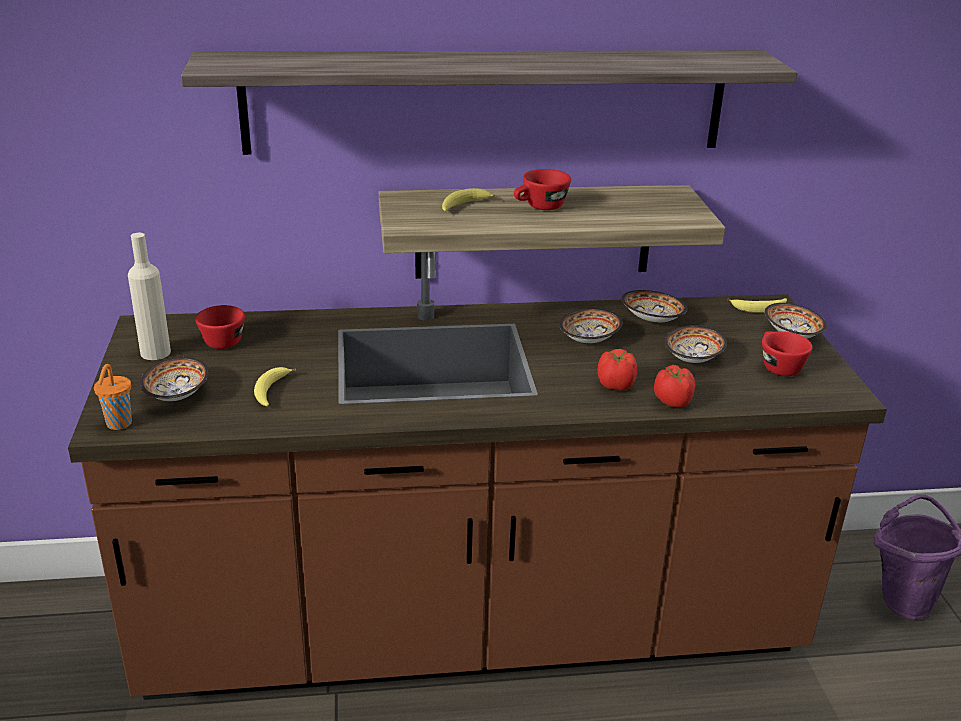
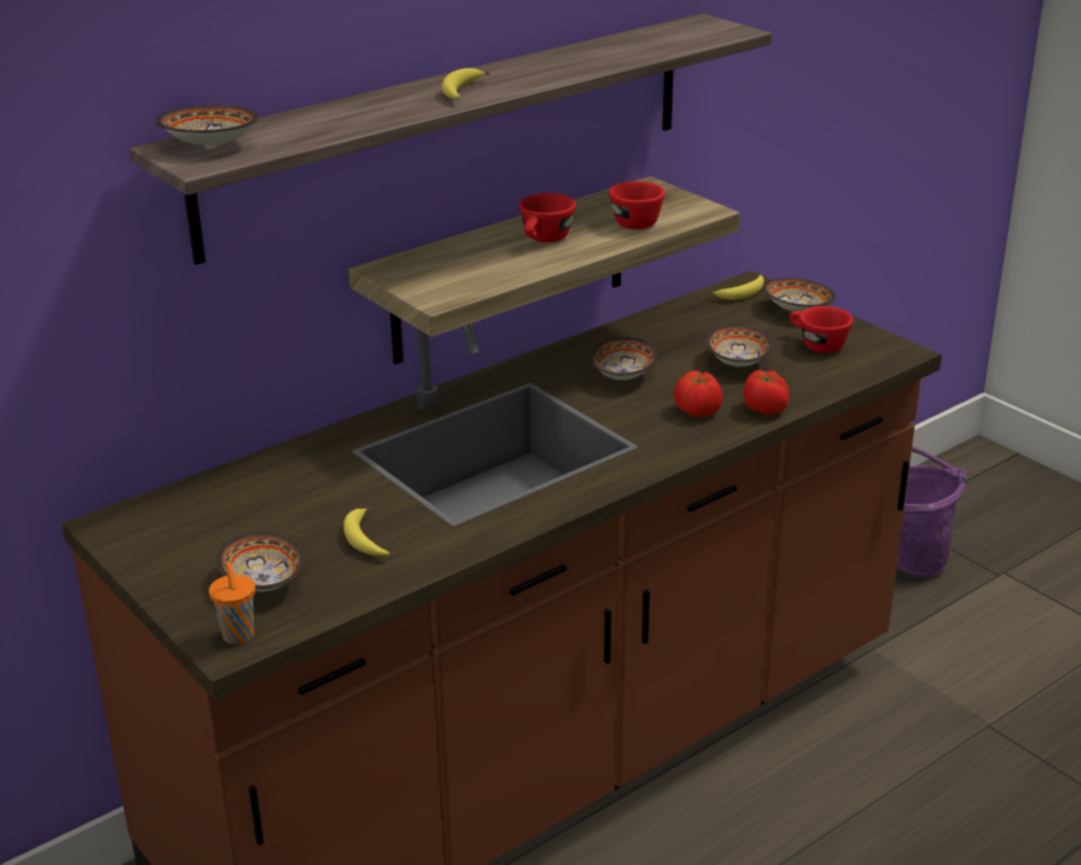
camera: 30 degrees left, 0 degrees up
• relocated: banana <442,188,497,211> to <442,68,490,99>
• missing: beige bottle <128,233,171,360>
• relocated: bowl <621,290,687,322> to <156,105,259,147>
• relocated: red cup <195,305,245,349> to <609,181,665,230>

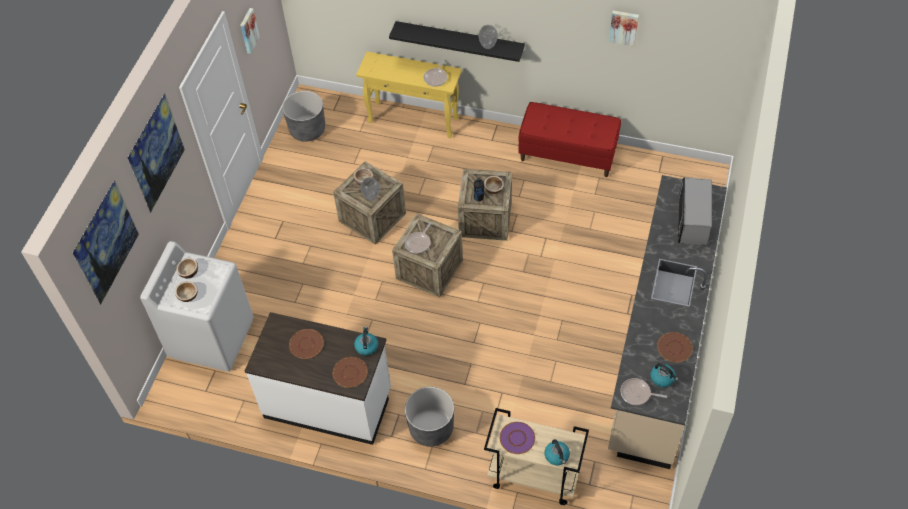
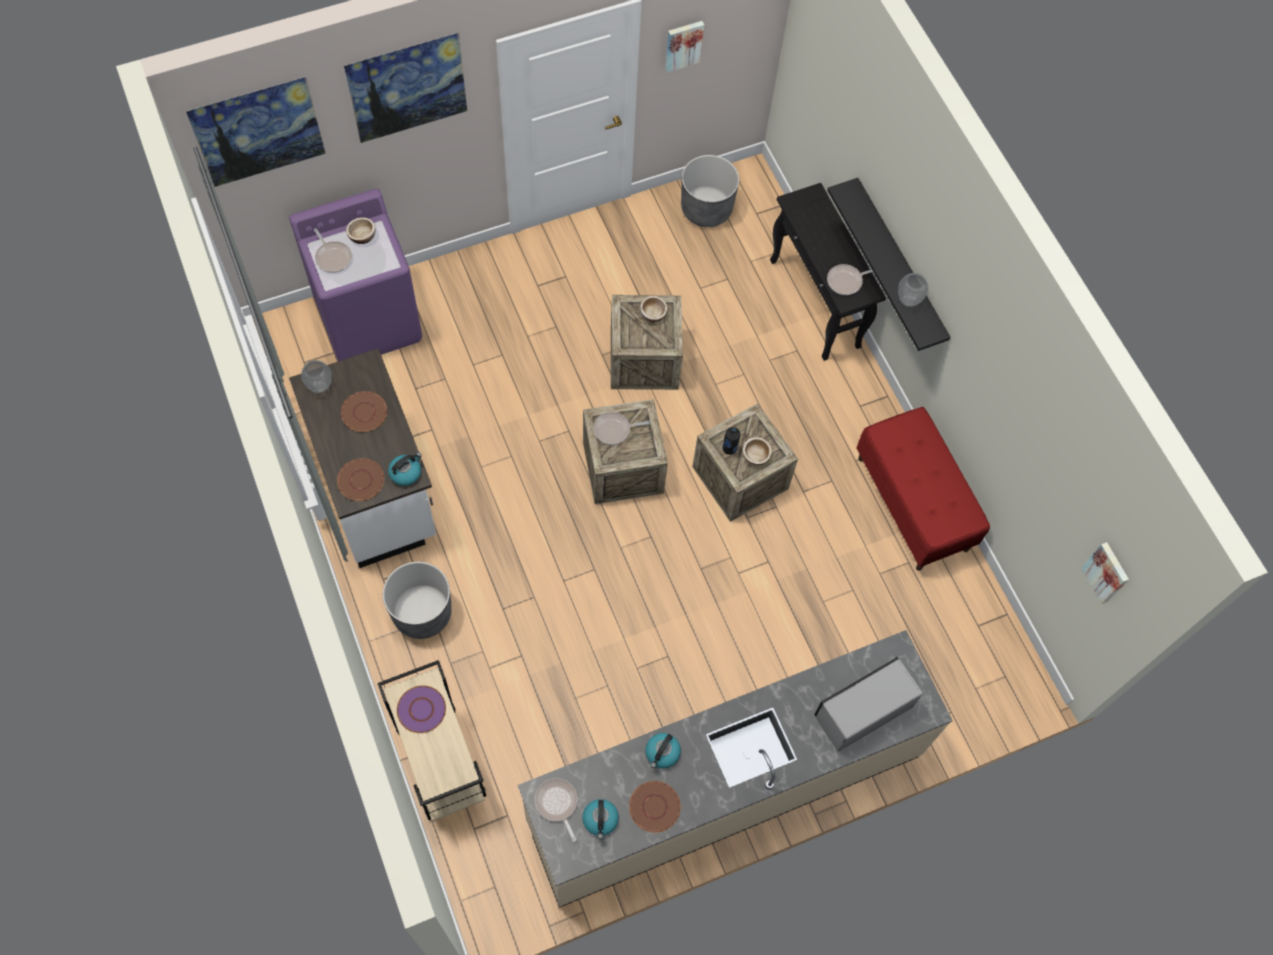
camera: 45 degrees right, 10 degrees up
• relocated: picture <609,11,639,46> to <1081,542,1129,604>
• colour: yellow console table <356,52,462,138> to black console table <770,183,886,361>
• relocated: vase <360,177,380,200> to <301,360,332,393>
• colour: white washing machine <140,241,254,372> to purple washing machine <289,189,422,361>
• exchanged: bowl <175,281,198,302> to frying pan <314,228,352,273>
• relocated: kettle <545,439,570,465> to <645,733,681,769>

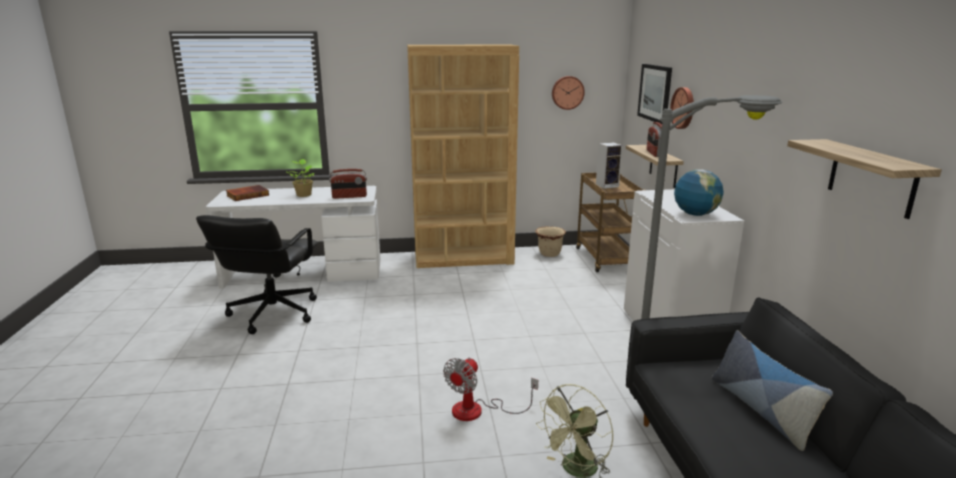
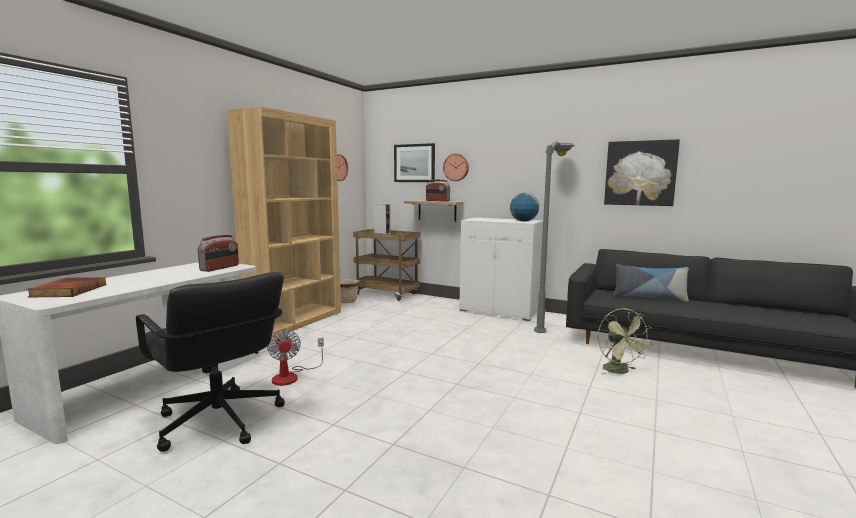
camera: 55 degrees left, 10 degrees down
• exchanged: shelf <787,139,942,219> to picture <604,139,680,206>
• missing: potted plant <287,159,314,197>
• relocated: fan <443,357,538,421> to <267,330,324,386>

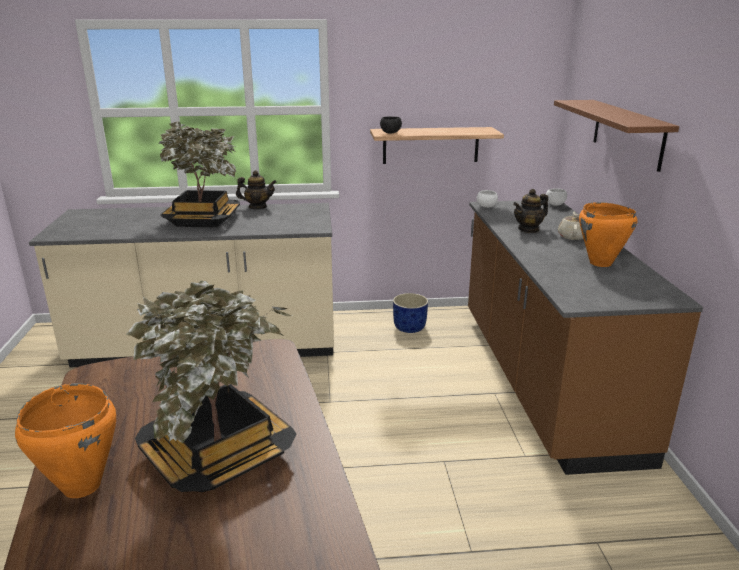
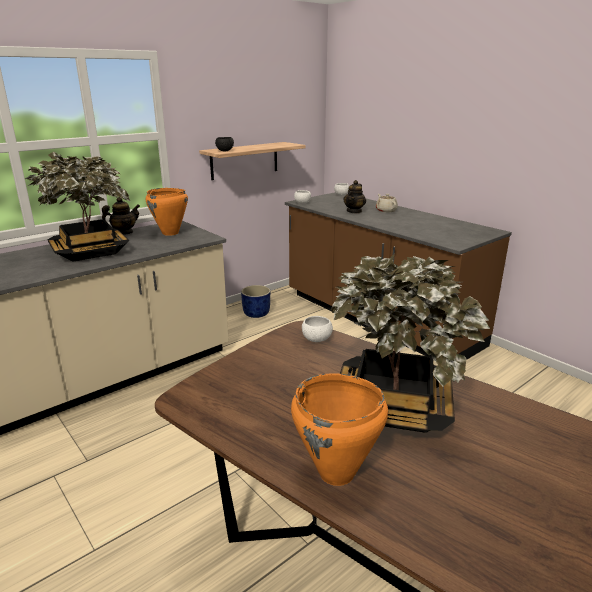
camera: 35 degrees left, 0 degrees up
• missing: brown shelf <554,100,679,172>
• relocated: orange cooking pot <579,202,637,267> to <146,188,188,236>
• appeared: white bowl <302,316,333,342>

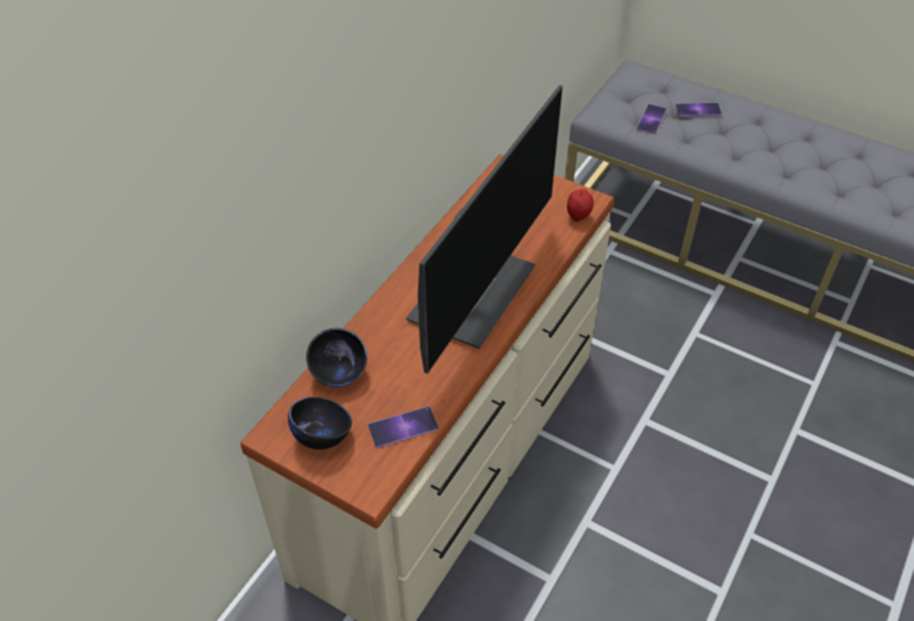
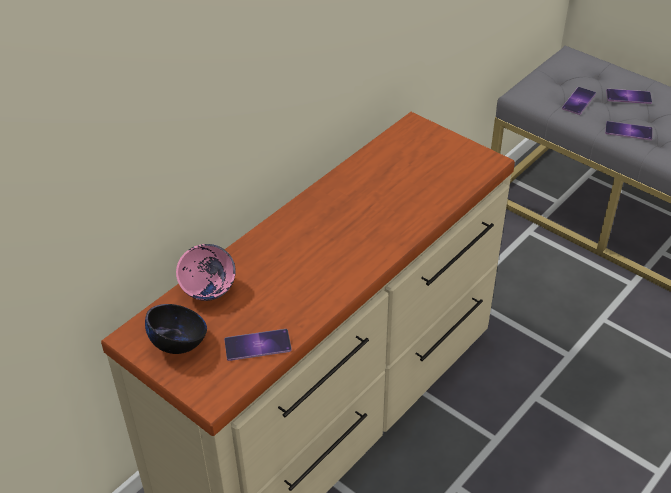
camera: 10 degrees right, 5 degrees down
• missing: monitor <406,85,563,374>
• missing: apple <567,189,594,222>
• colour: black bowl <306,328,368,387> to pink bowl <176,244,236,301>
• appeared: phone <605,121,653,140>

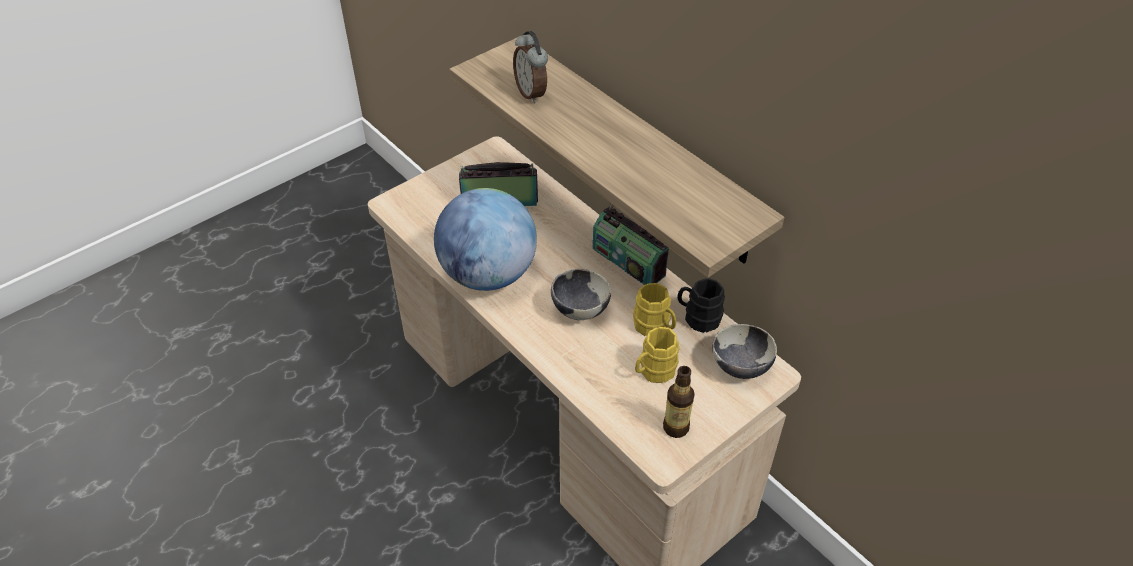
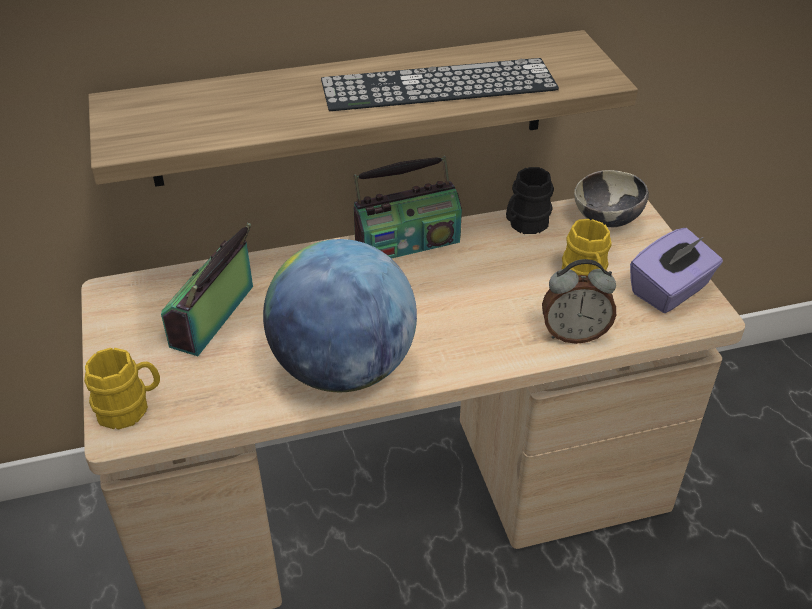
camera: 65 degrees left, 5 degrees down
• relocated: alarm clock <513,31,548,103> to <542,259,616,344>
• missing: bowl <551,269,611,320>
• relocated: yellow mug <633,283,676,336> to <84,348,160,430>
• exchanged: bottle <663,366,695,438> to purple tissue box <630,228,723,313>
• appeared: keyboard <321,58,559,111>

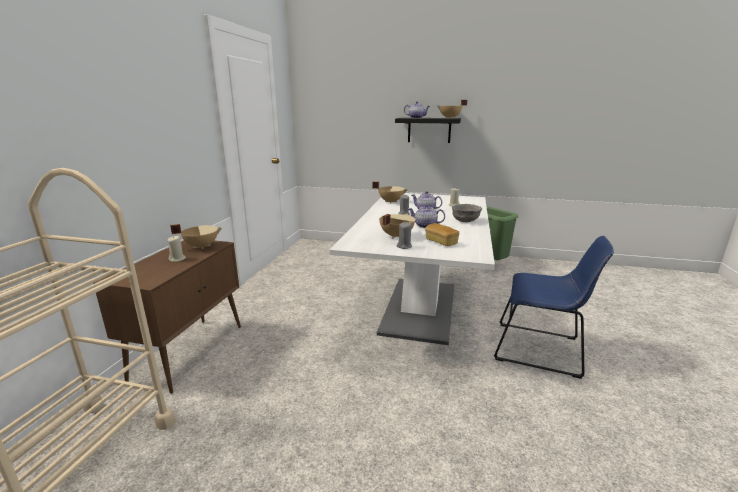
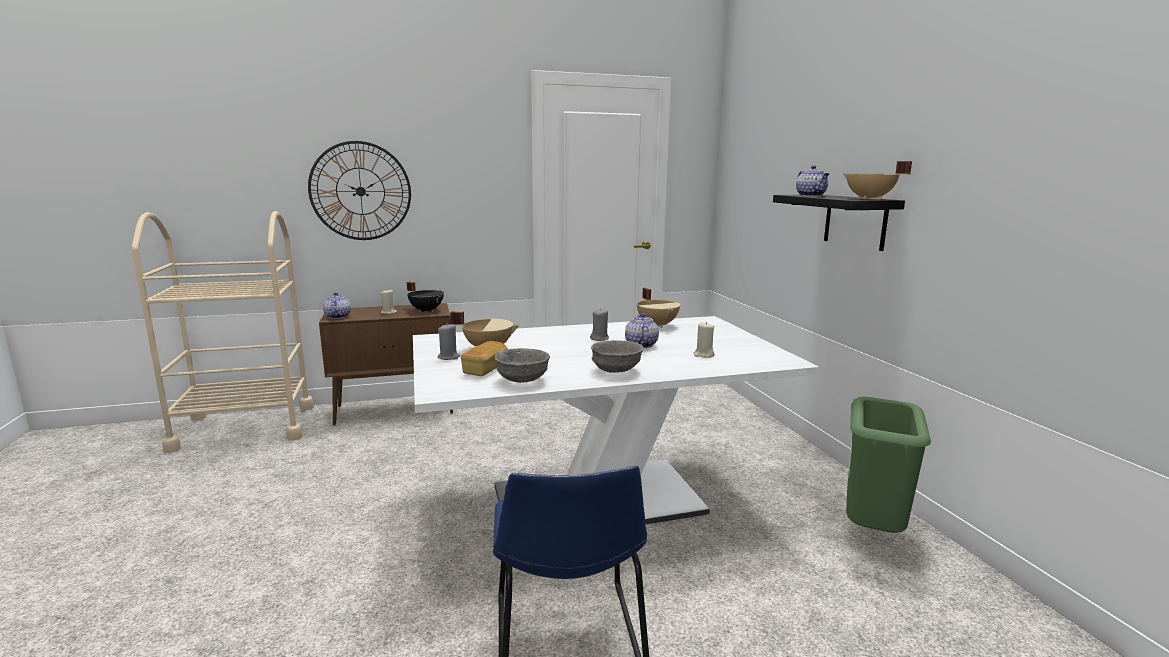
camera: 60 degrees right, 5 degrees down
• relocated: teapot <408,204,445,228> to <323,292,351,319>
• colour: beige cooking pot <170,224,223,249> to black cooking pot <407,282,444,312>
• appeared: wall clock <308,141,411,240>
• appeared: grey bowl <495,348,550,383>

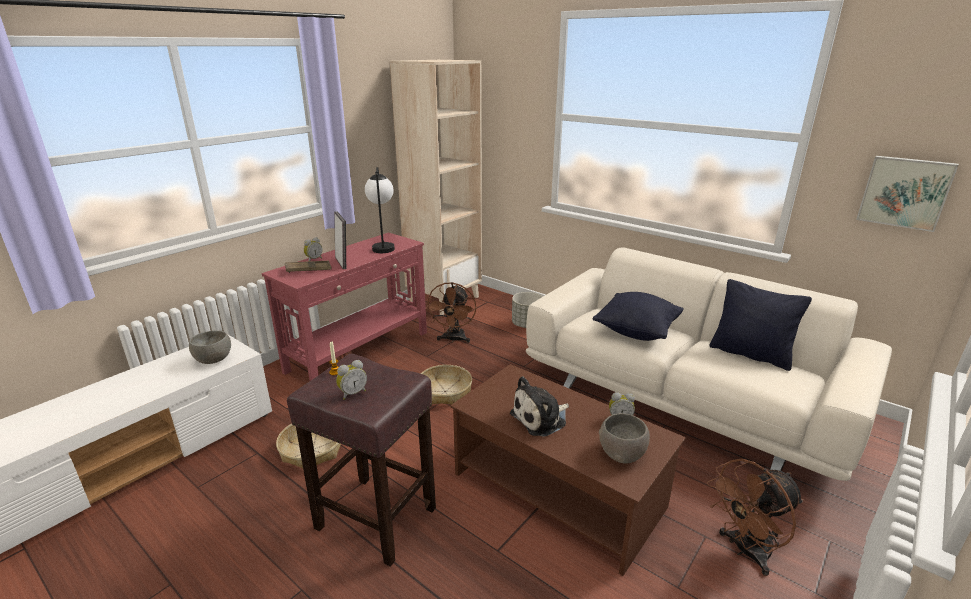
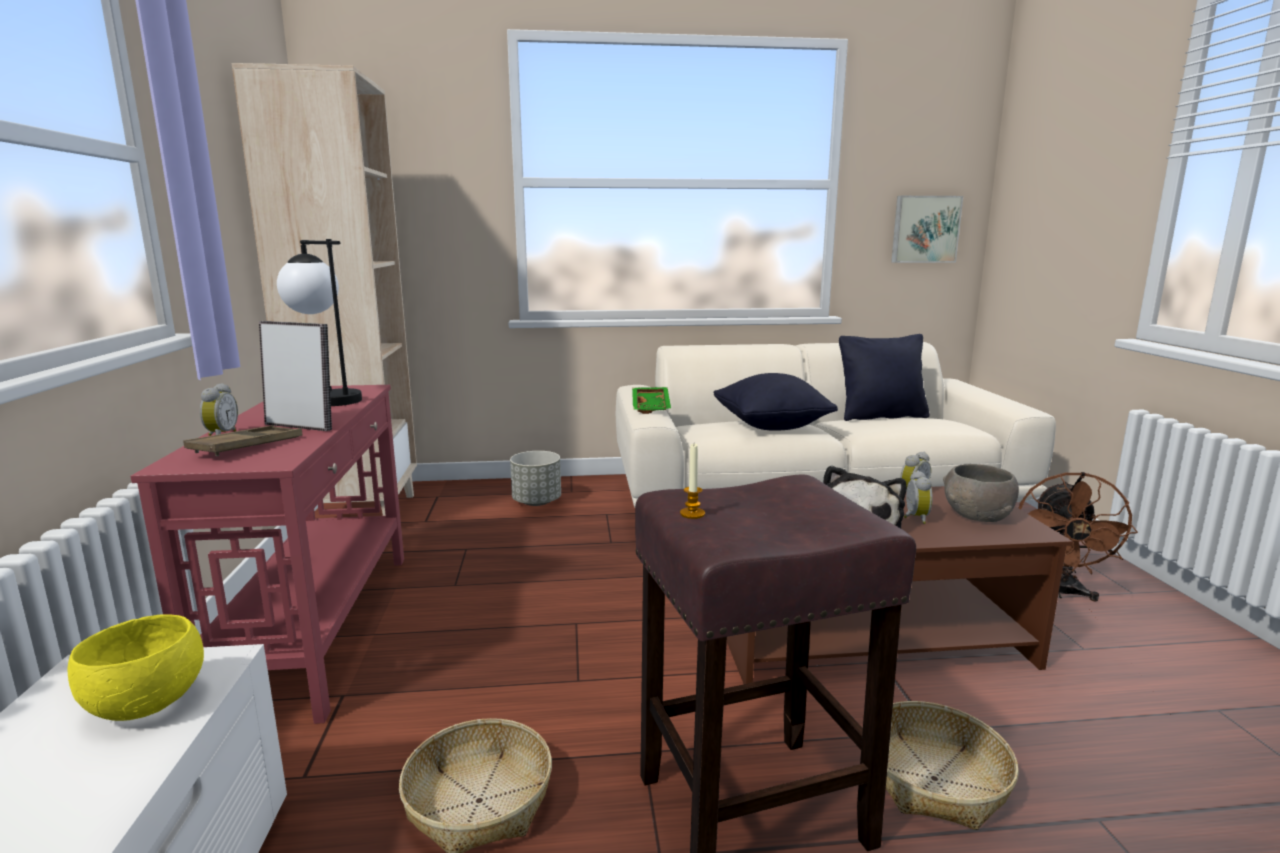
camera: 45 degrees left, 10 degrees down
• missing: brown fan <425,282,476,343>
• colour: grey bowl <189,330,231,364> to yellow bowl <67,614,204,721>
• relocated: alarm clock <336,360,367,400> to <904,471,933,524>
• relocated: basket <421,365,472,405> to <886,701,1019,830>
• appeared: green tray <632,387,671,414>

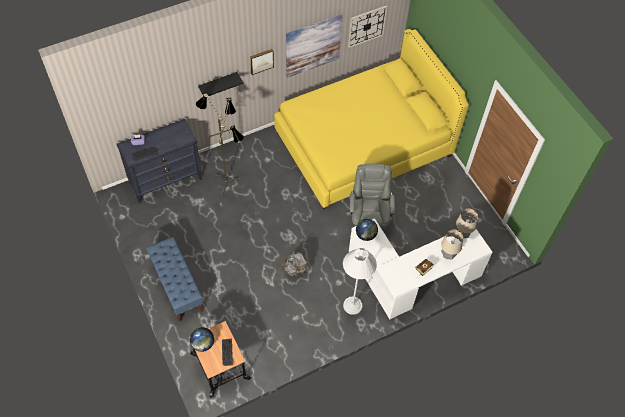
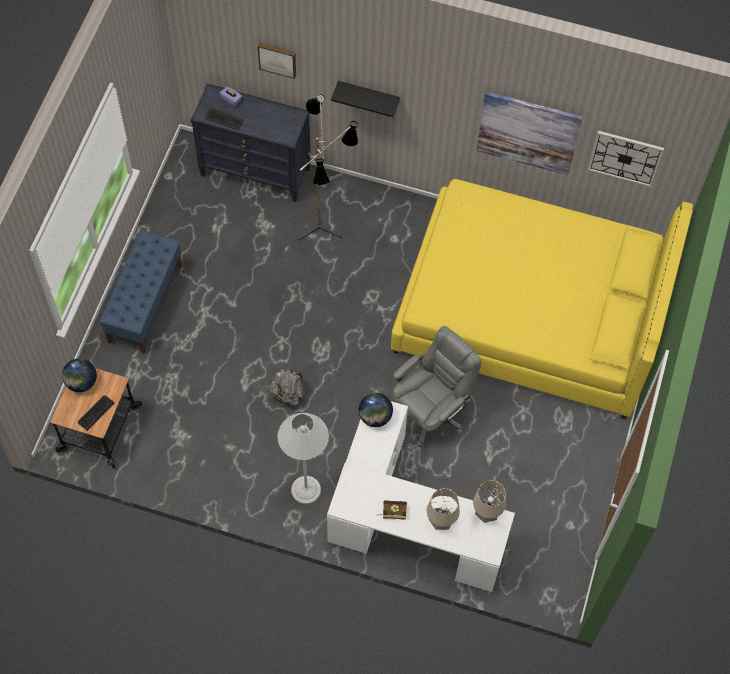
camera: 45 degrees right, 5 degrees up
• relocated: picture <250,49,274,75> to <258,43,296,79>

